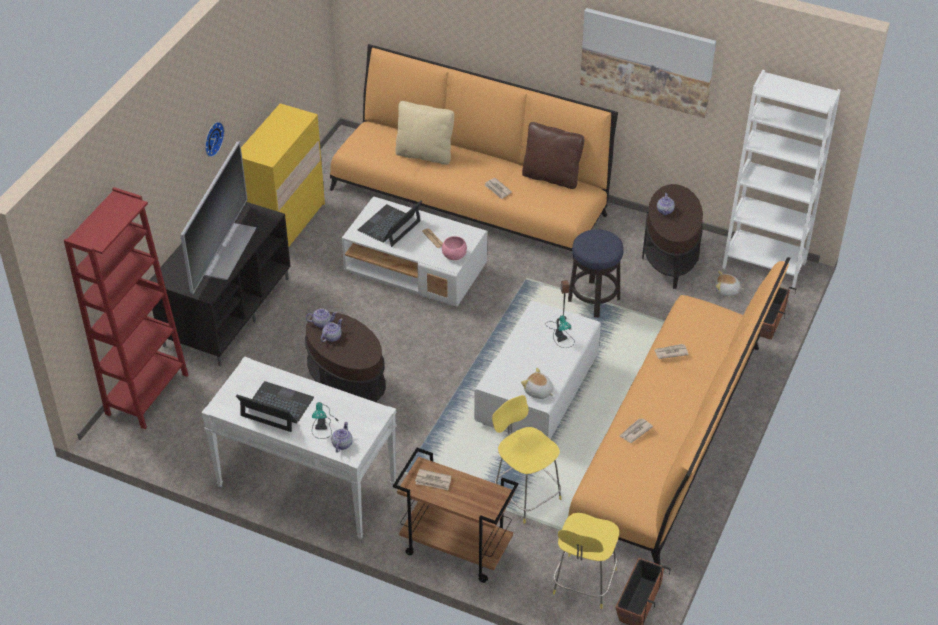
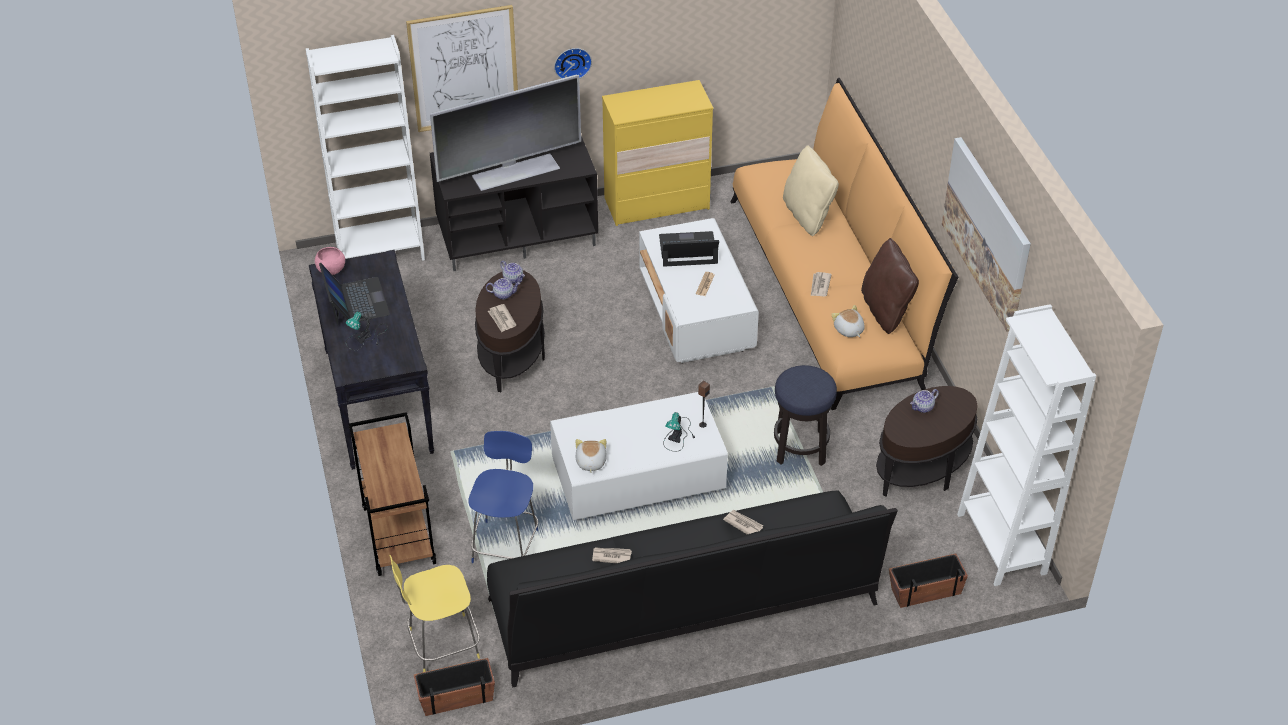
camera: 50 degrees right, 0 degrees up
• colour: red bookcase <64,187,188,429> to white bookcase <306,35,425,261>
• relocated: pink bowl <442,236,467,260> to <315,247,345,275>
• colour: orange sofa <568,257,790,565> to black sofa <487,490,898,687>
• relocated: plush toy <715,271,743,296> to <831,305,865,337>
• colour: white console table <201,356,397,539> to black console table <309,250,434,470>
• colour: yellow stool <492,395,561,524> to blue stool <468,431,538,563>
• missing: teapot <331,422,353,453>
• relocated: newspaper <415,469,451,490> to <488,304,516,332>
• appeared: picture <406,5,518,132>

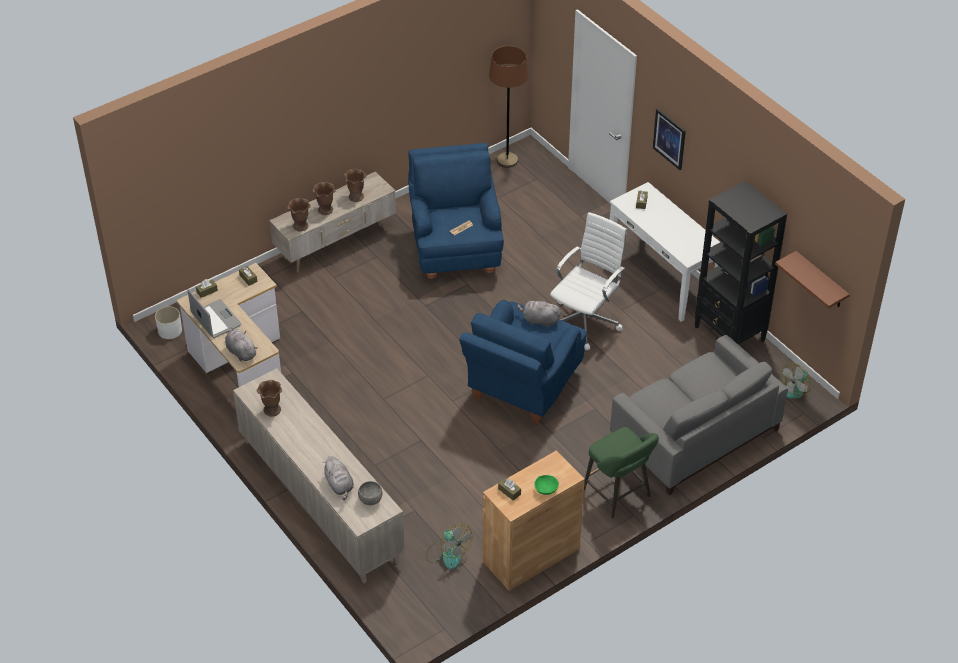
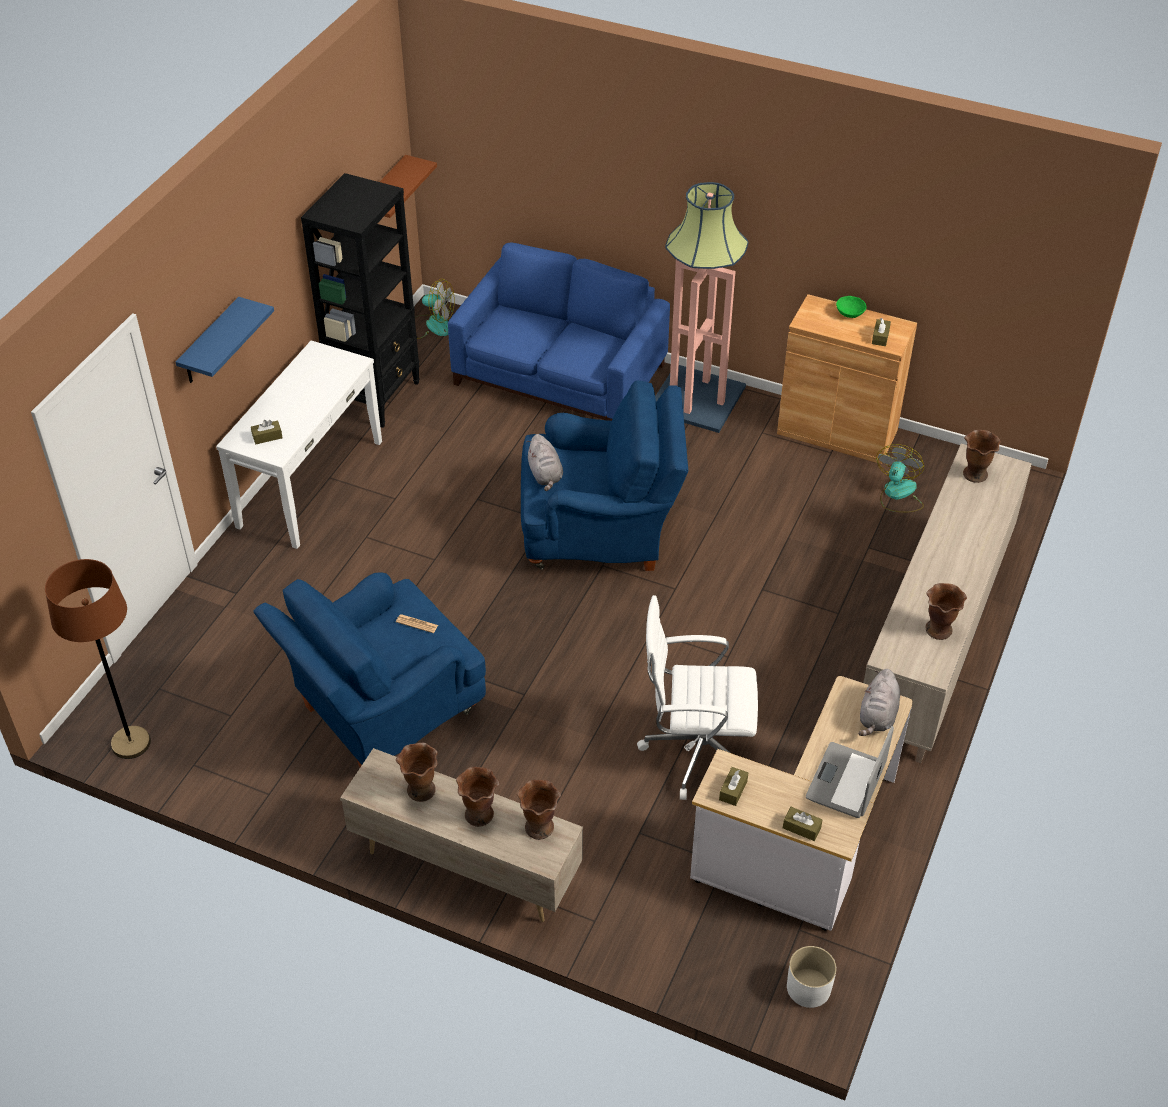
camera: 120 degrees left, 0 degrees up
• exchanged: picture <653,108,686,170> to blue shelf <176,297,274,383>
• relocated: white office chair <550,212,627,350> to <637,595,758,800>
• colour: grey sofa <610,335,788,495> to blue sofa <448,242,670,421>
• exchanged: green stool <584,427,659,519> to floor lamp <655,182,748,433>
• missing: grey plush toy <322,456,354,500>
• exchanged: grey bowl <358,481,382,505> to brown vase <963,430,1001,483>

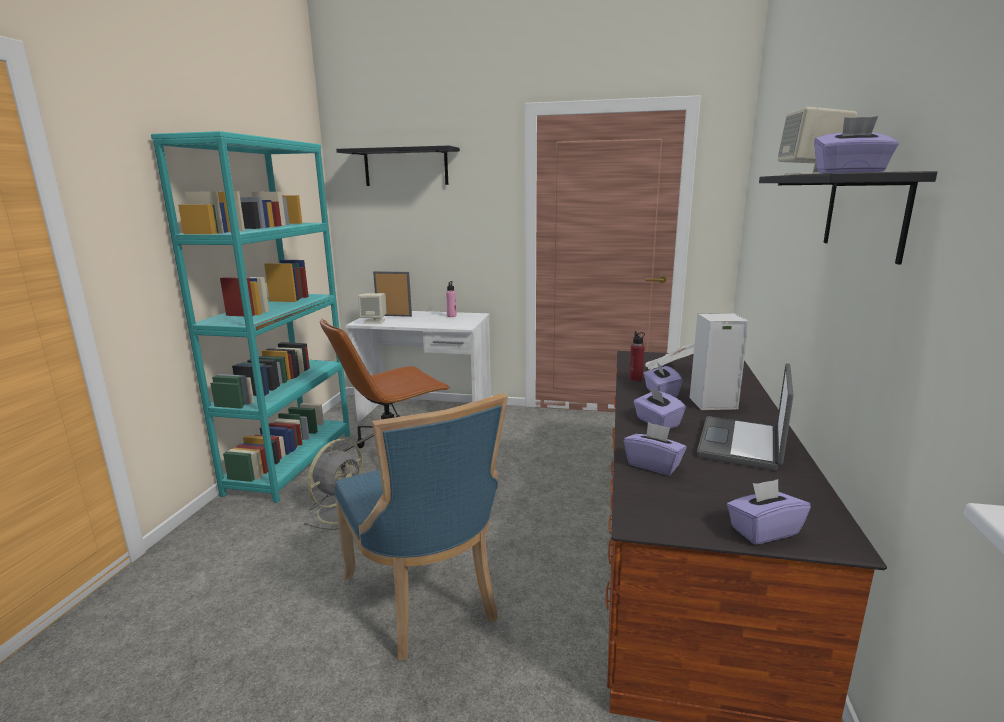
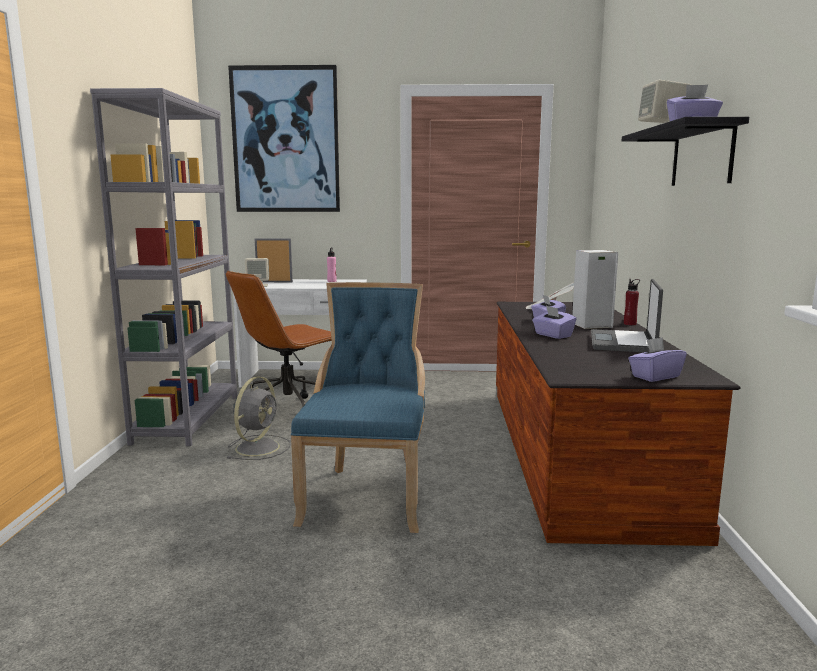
camera: 10 degrees left, 5 degrees down
• colour: turquoise bookcase <151,131,350,503> to grey bookcase <90,88,237,446>
• exchanged: black shelf <336,146,460,186> to picture <228,65,340,212>
• relocated: red bottle <629,331,645,381> to <624,279,640,325>
• spun: blue chair <335,393,508,661> = <291,282,425,533> 135 degrees counterclockwise
• missing: purple tissue box <624,422,687,475>

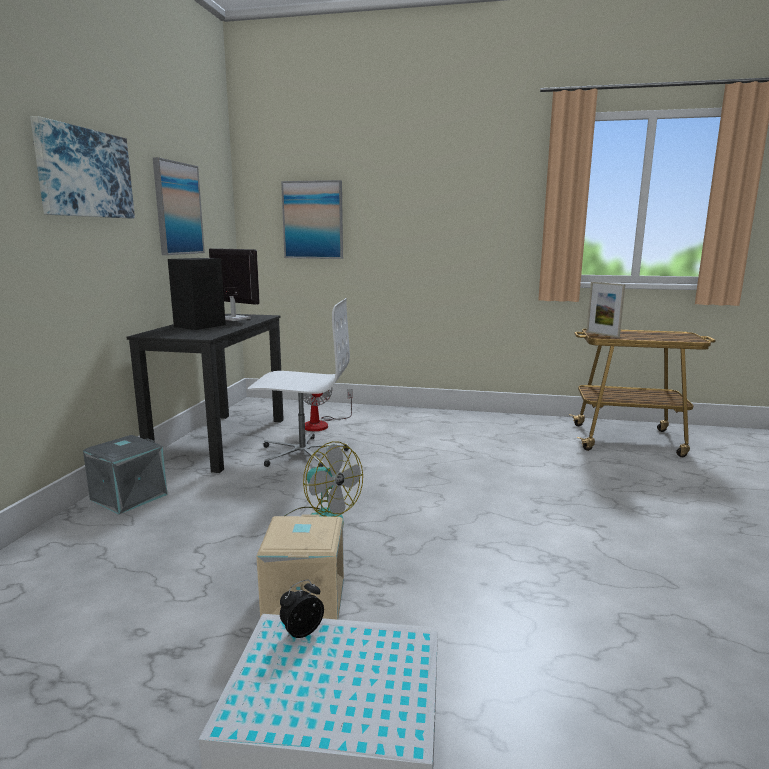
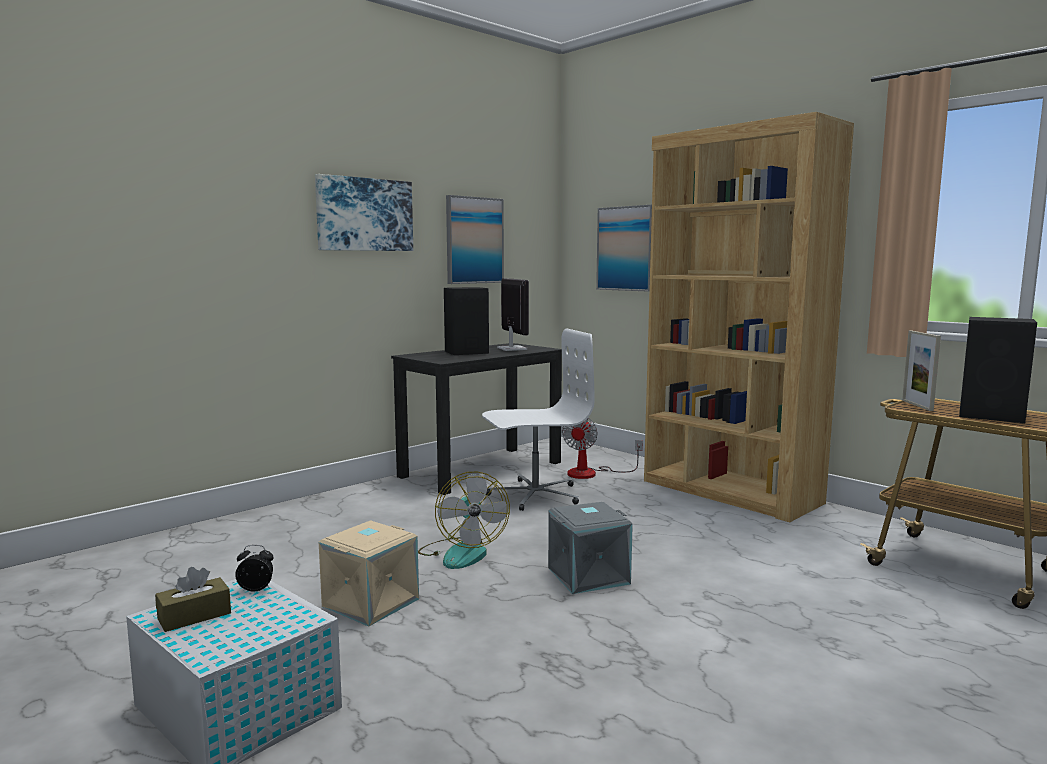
camera: 35 degrees right, 5 degrees down
• spun: white office chair <248,298,350,467> = <482,329,594,511> 60 degrees counterclockwise
• relocated: grey storage box <83,435,168,514> to <548,502,633,594>
• appeared: brown bookcase <644,112,854,522>
• appeared: black speaker <959,317,1037,423>
• appeared: brown tissue box <155,567,231,632>

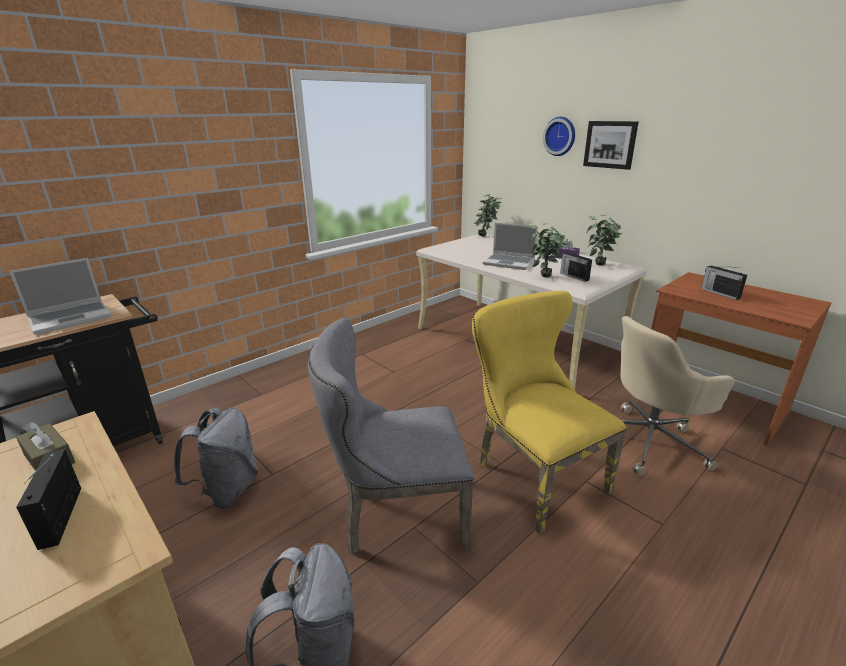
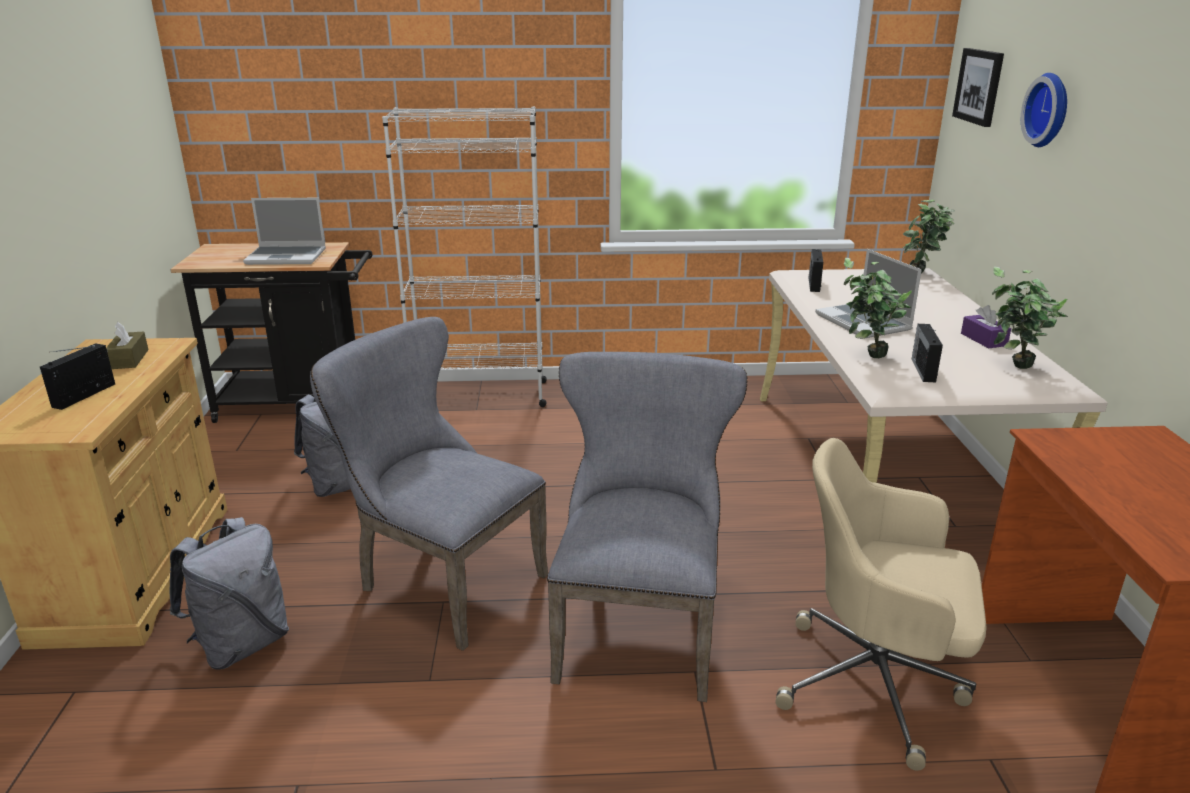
camera: 40 degrees right, 0 degrees up
• relocated: picture <583,121,639,170> to <952,48,1004,127>
• relocated: radio <701,265,747,300> to <809,249,823,292>
• colour: yellow chair <472,291,627,535> to grey chair <547,352,747,702>
• appeared: white bookcase <382,107,547,407>

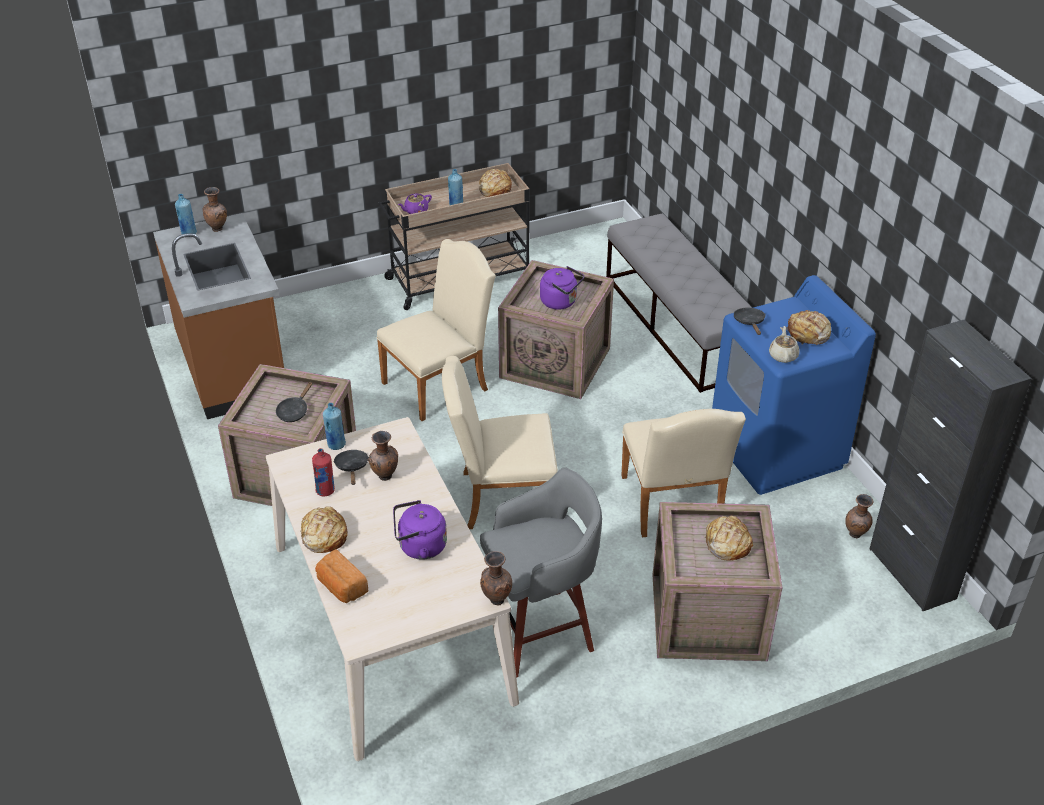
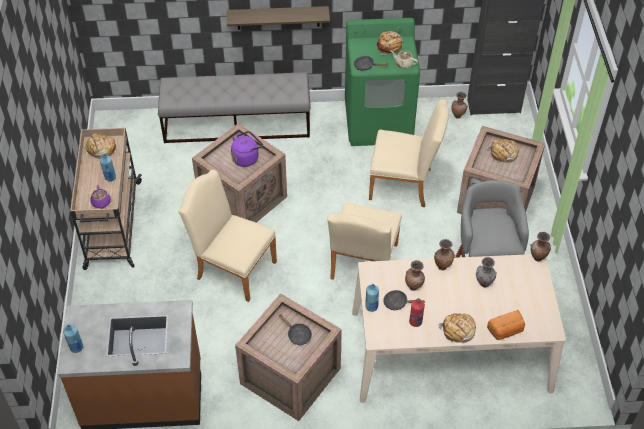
camera: 70 degrees left, 10 degrees up
• relocated: brown vase <203,187,227,232> to <434,239,455,270>
• spun: beige chair <377,239,496,421> = <178,170,277,302> 45 degrees counterclockwise
• colour: blue washing machine <712,275,876,495> to green washing machine <345,18,420,146>
• exchanged: purple kettle <393,500,447,559> to grey vase <476,257,497,287>
• appeared: shelf <227,6,330,30>

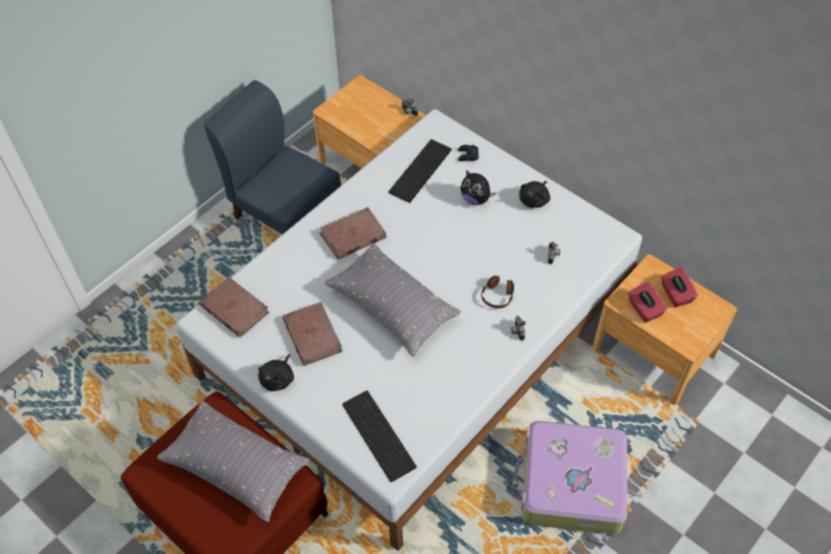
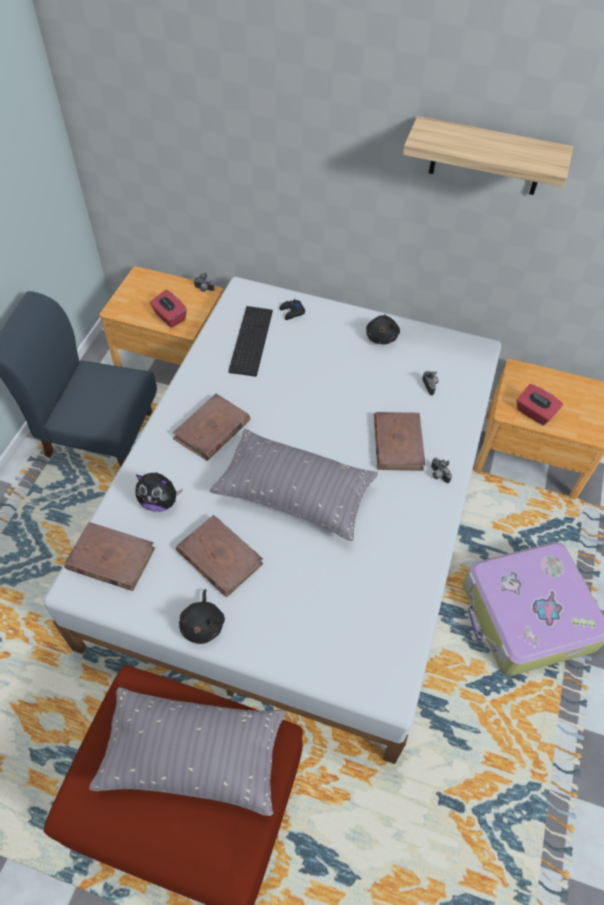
camera: 25 degrees left, 0 degrees up
• relocated: plush toy <461,170,496,205> to <136,472,183,512>
• relocated: red tissue box <661,267,698,307> to <150,290,187,328>
• exchanged: headphones <481,275,514,308> to brown book <374,412,425,471>
• missing: keyboard <342,390,417,482>
• appeared: shelf <403,116,573,195>

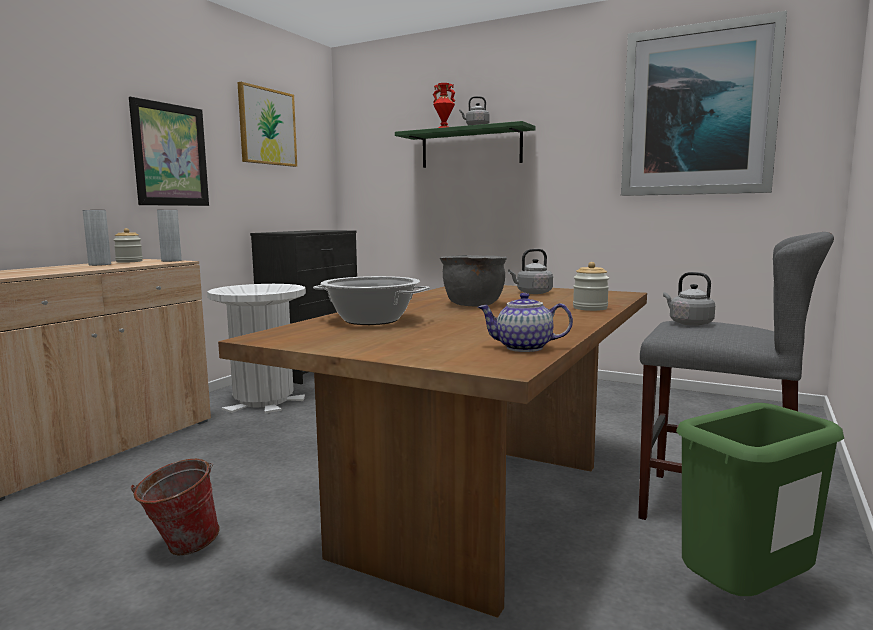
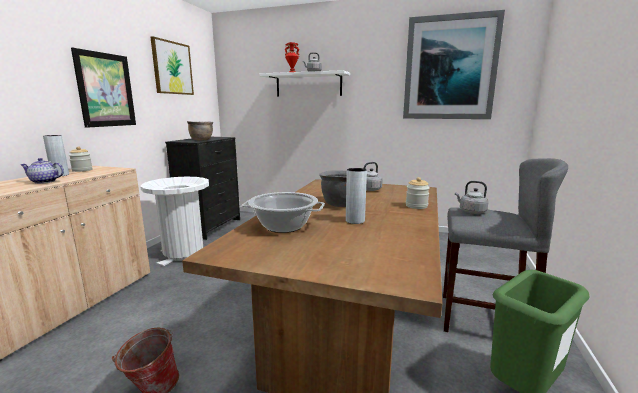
camera: 10 degrees left, 5 degrees up
• colour: green shelf <395,121,536,168> to white shelf <260,70,350,97>
• relocated: grey vase <157,210,182,262> to <346,168,367,224>
• relocated: teapot <478,293,573,352> to <21,158,64,184>
• appeared: brown cooking pot <187,121,213,140>

